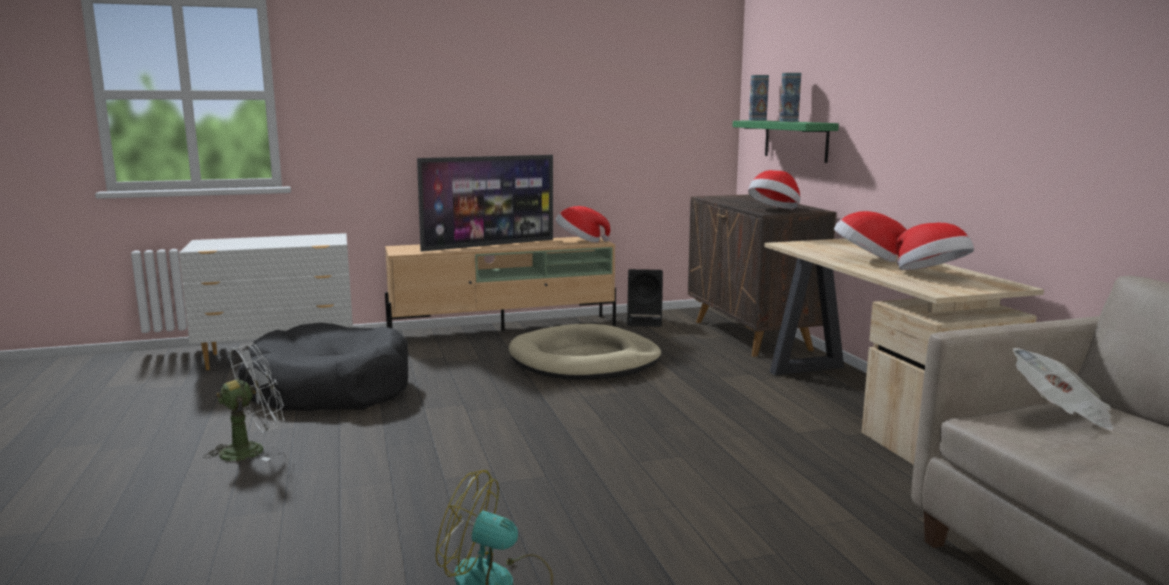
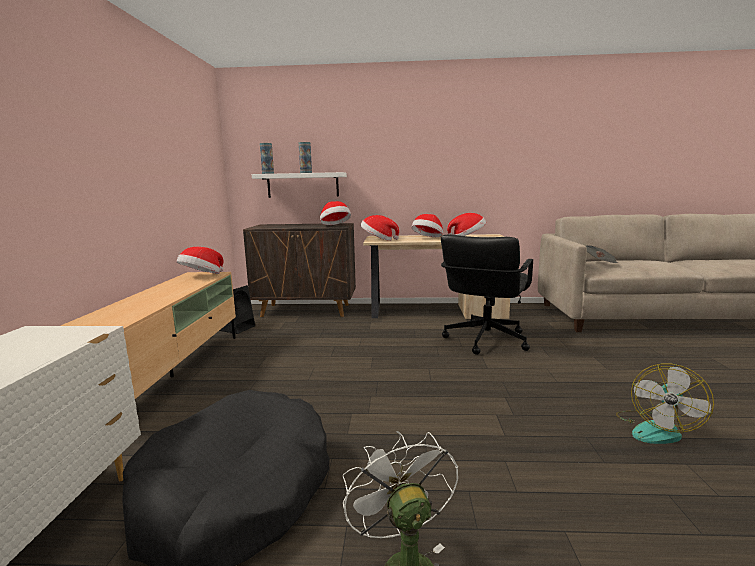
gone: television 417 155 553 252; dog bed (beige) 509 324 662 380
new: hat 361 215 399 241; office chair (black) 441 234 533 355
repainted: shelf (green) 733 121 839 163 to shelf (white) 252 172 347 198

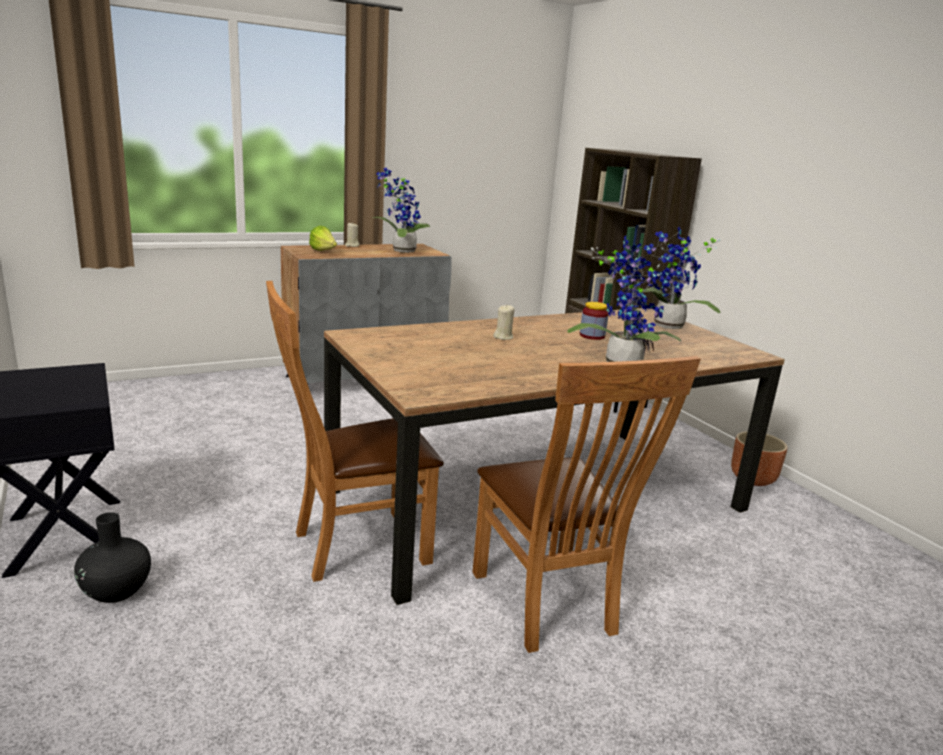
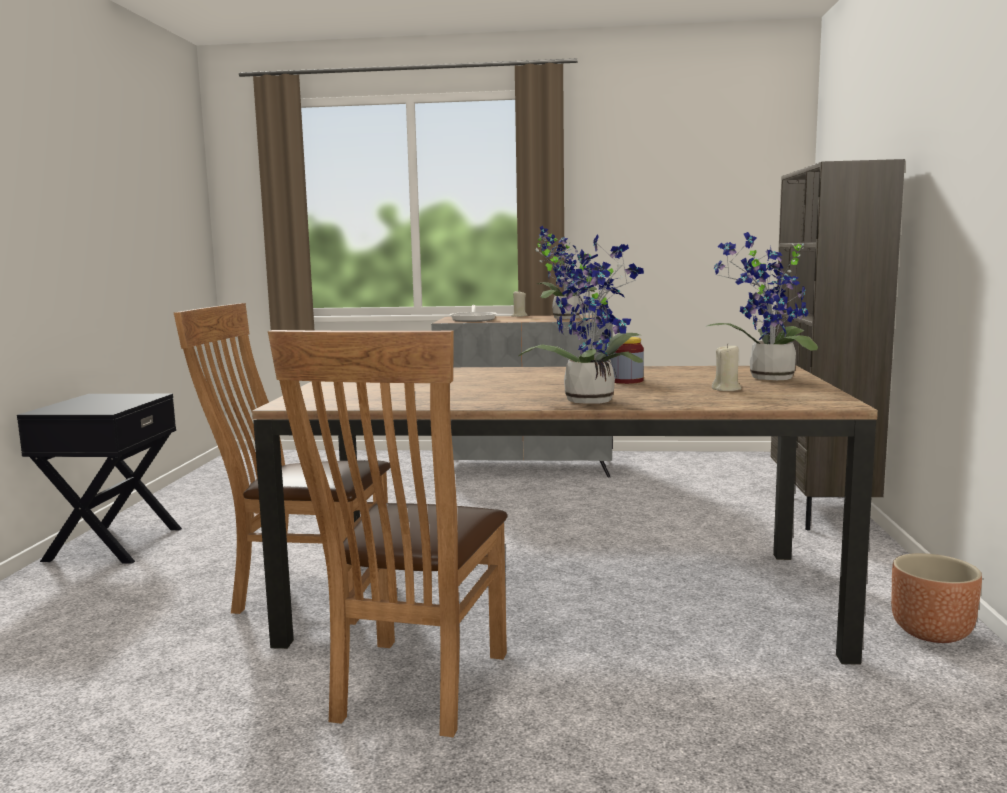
gone: vase (black) 74 512 151 603
shifted: candle (beige) 493 304 514 340 to 712 344 741 391
swapped: lettuce 309 226 337 251 to frying pan 449 305 497 322

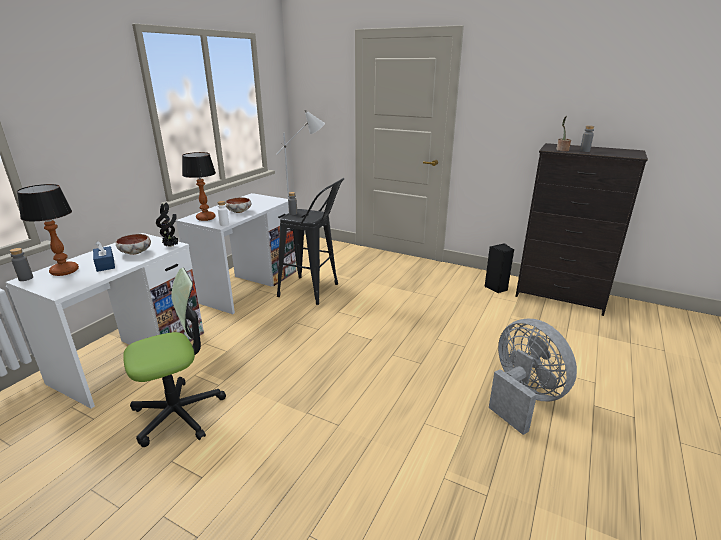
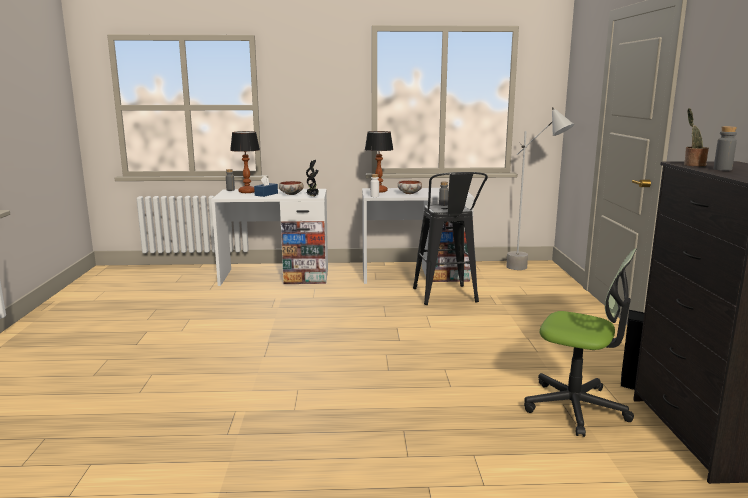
gone: fan (grey) 489 319 577 435
shifted: office chair 123 268 226 447 to 524 248 637 437

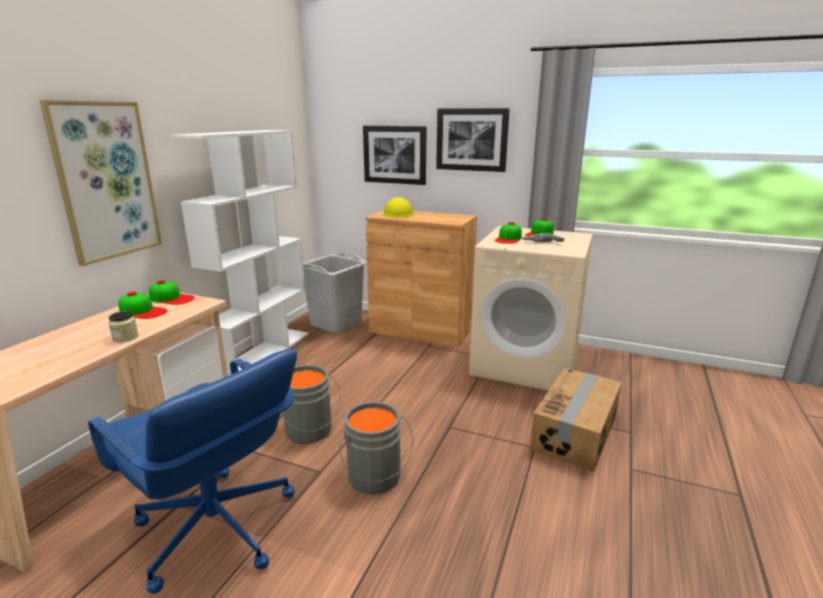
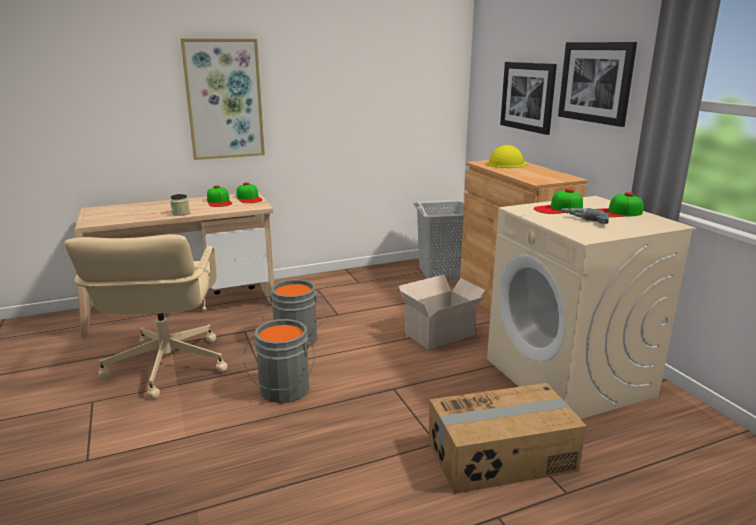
gone: bookcase (white) 170 130 309 376
new: cardboard box 398 274 487 350
repainted: office chair (blue) 88 349 297 594 to office chair (beige) 64 234 227 399

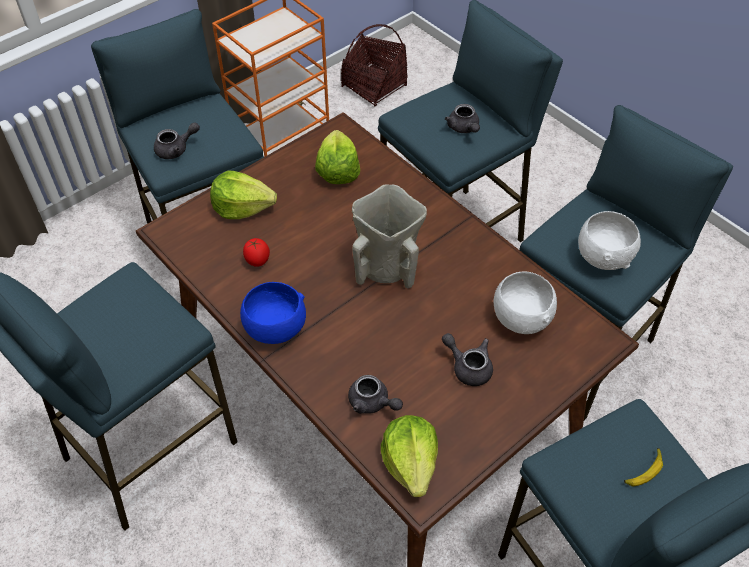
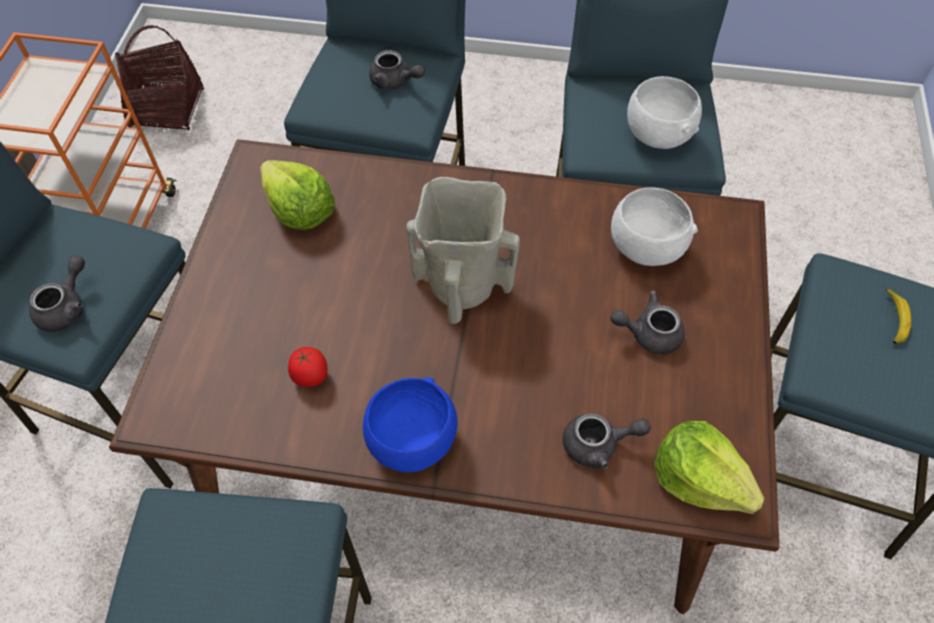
gone: lettuce 210 170 277 219

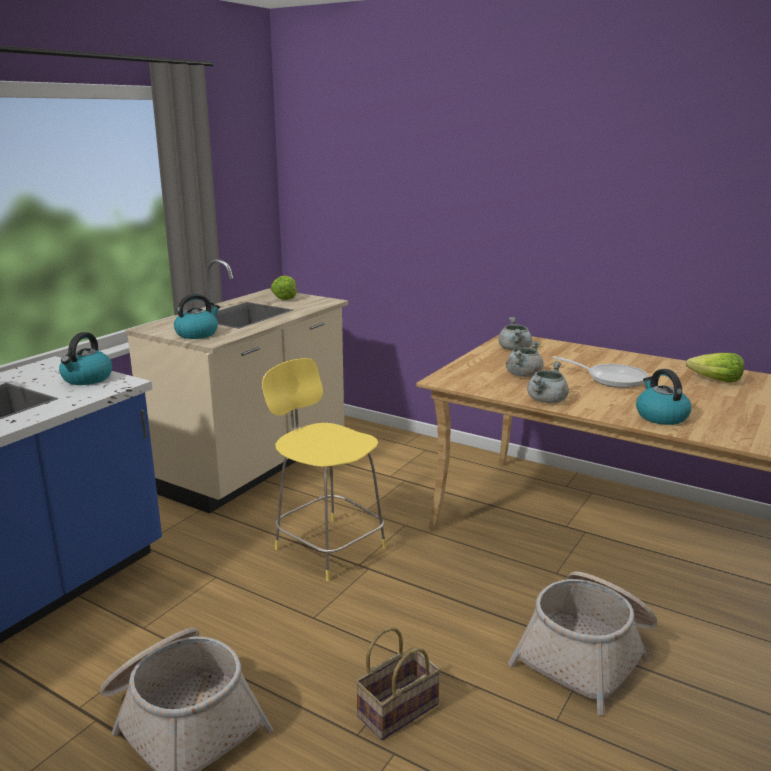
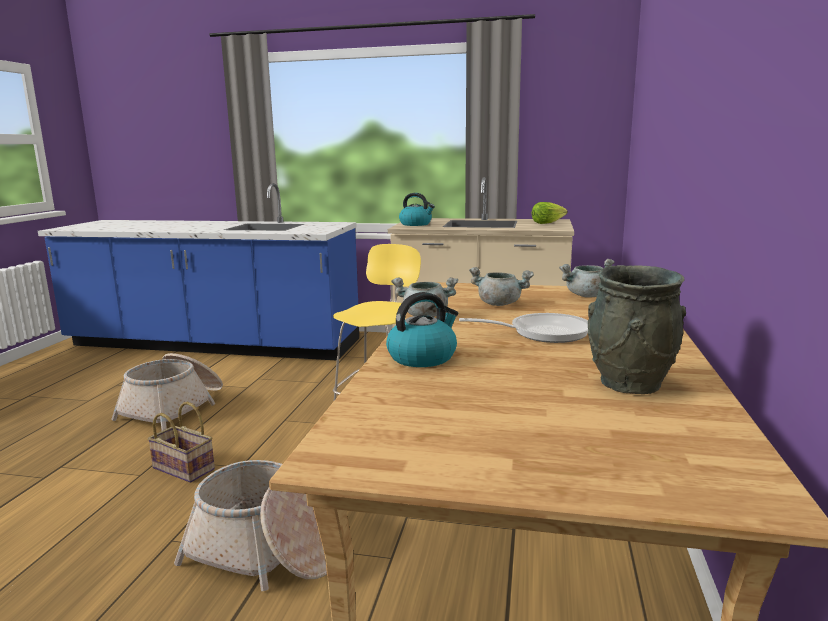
gone: kettle 59 332 112 385
swapped: lettuce 686 353 744 383 to vase (grey) 588 265 686 394
rotated: frying pan 552 356 649 388 = 459 313 588 343 105 degrees counterclockwise

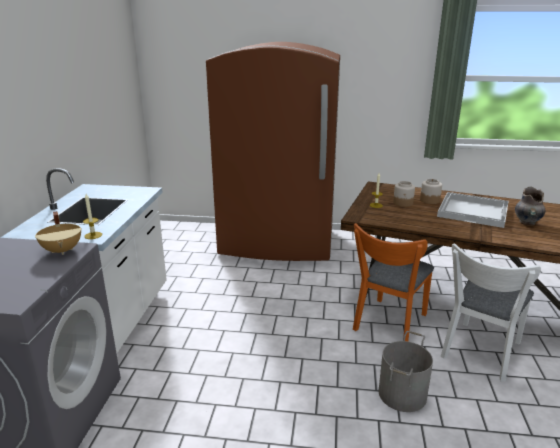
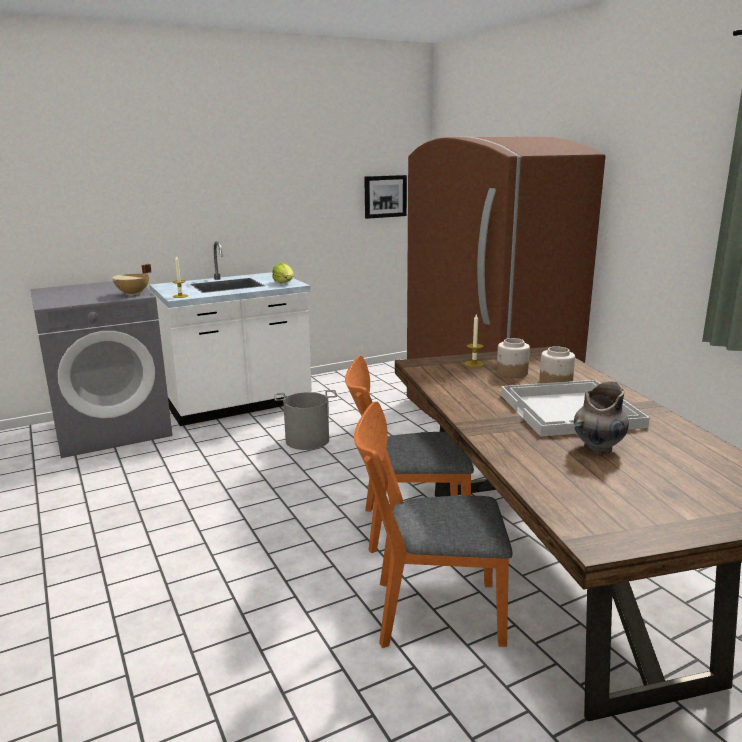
new: lettuce 272 263 294 283; picture 364 175 407 219
shifted: bucket (grey) 378 331 433 412 to 274 390 337 450
repainted: chair (white) 441 243 541 382 to chair (orange) 354 401 512 648

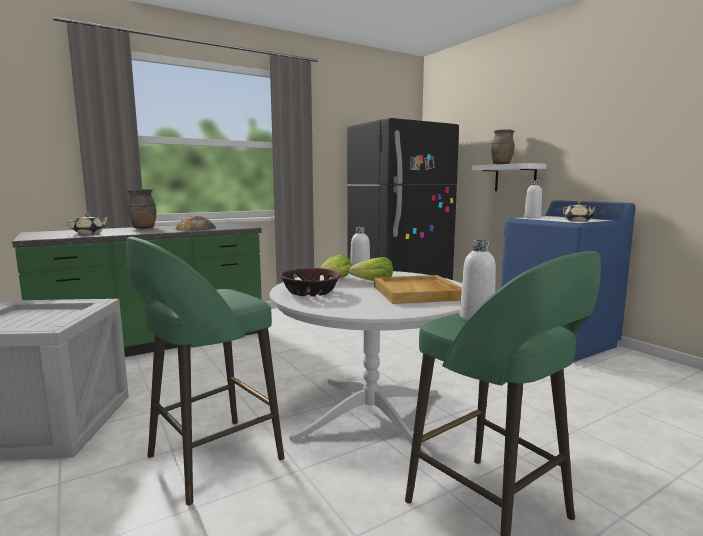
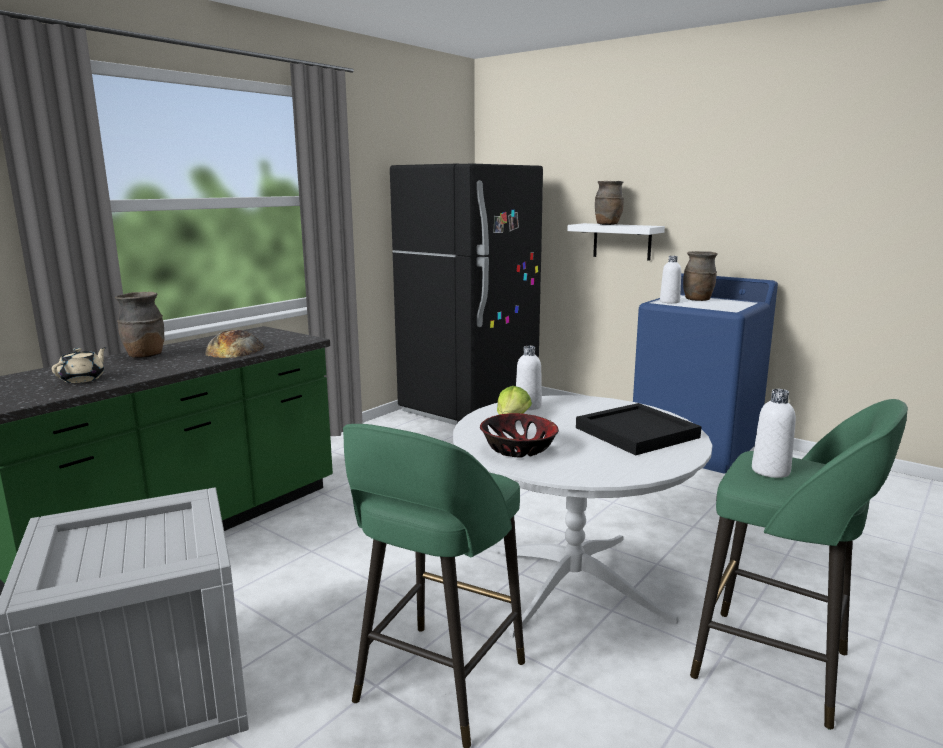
gone: lettuce 349 257 393 281; teapot (beige) 563 201 597 222
new: vase (brown) 683 251 718 301
repainted: tray (beige) 374 275 462 304 to tray (black) 576 403 702 455

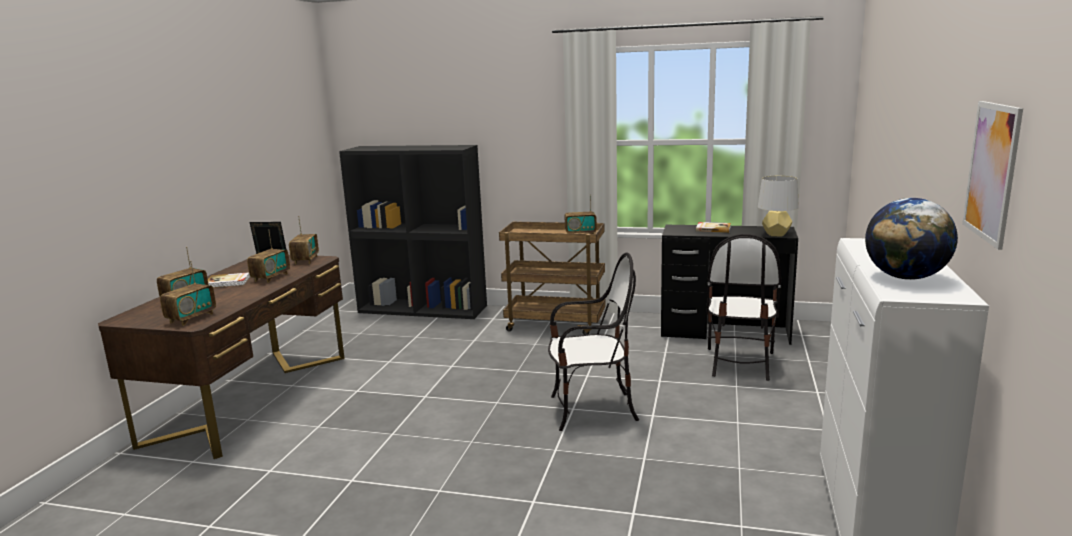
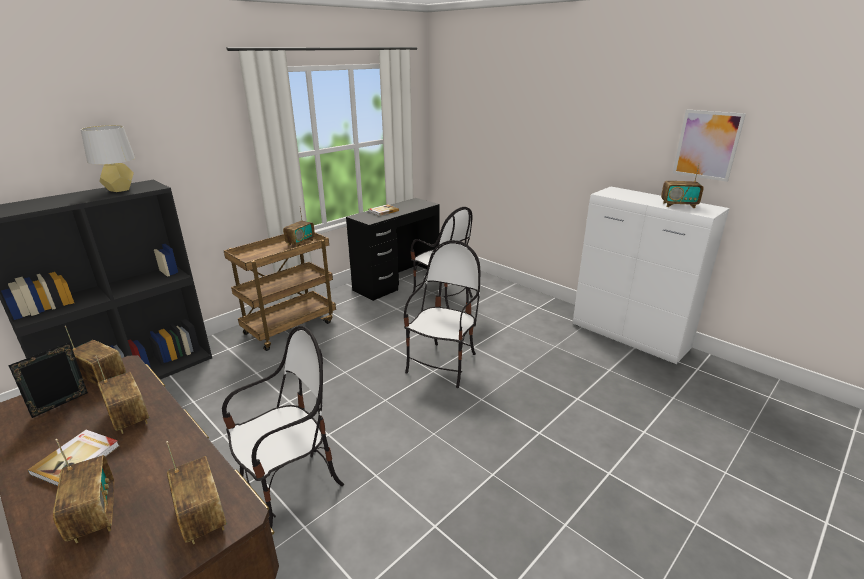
new: chair 222 325 344 528
shifted: table lamp (grey) 758 176 799 236 to 81 125 135 192
swapped: globe 865 198 958 280 to radio 661 163 703 208

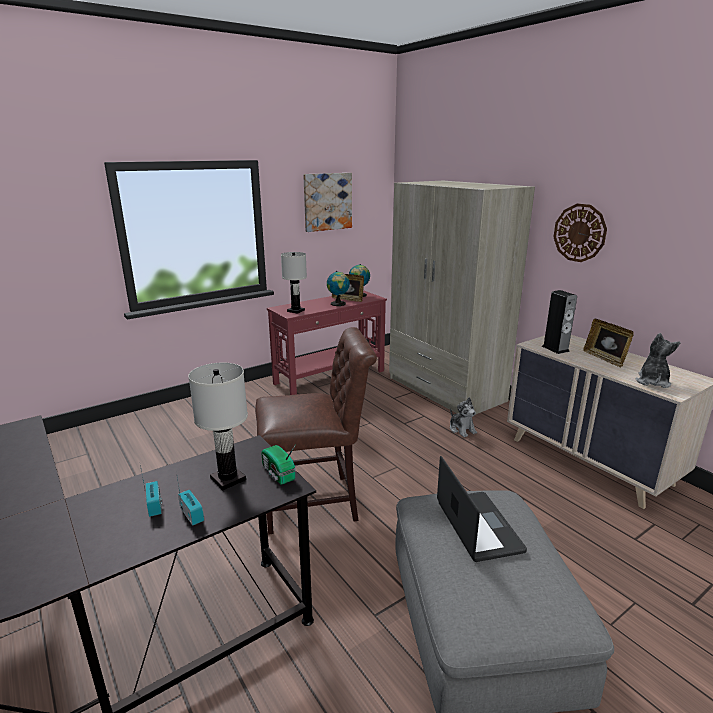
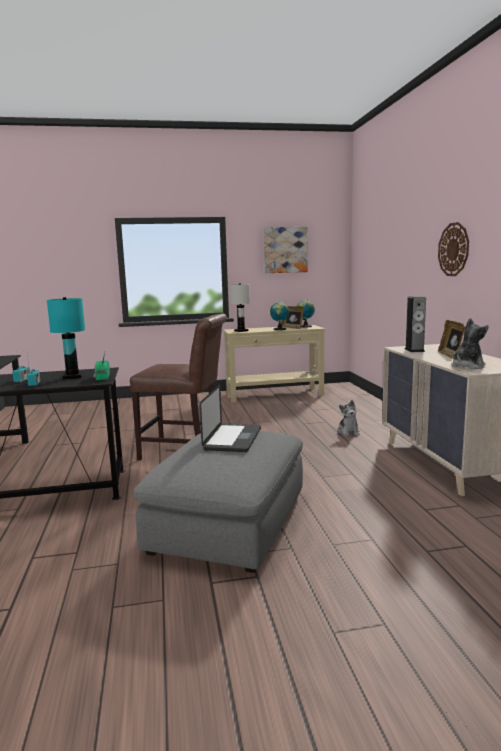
gone: wardrobe (beige) 389 181 535 415
repainted: table lamp (white) 188 363 248 490 to table lamp (turquoise) 47 297 85 379; console table (red) 267 290 387 395 to console table (beige) 223 325 325 403

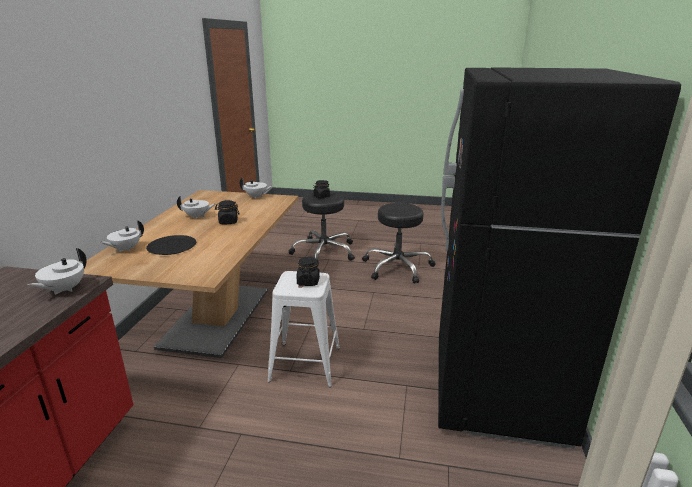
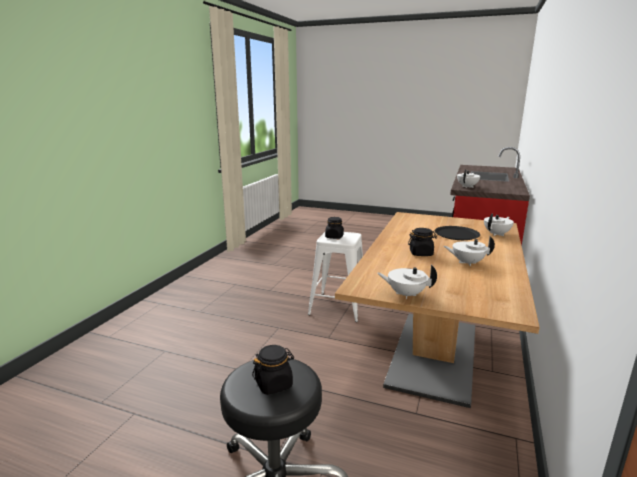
gone: stool (black) 362 203 436 283; fridge (black) 438 67 681 449

